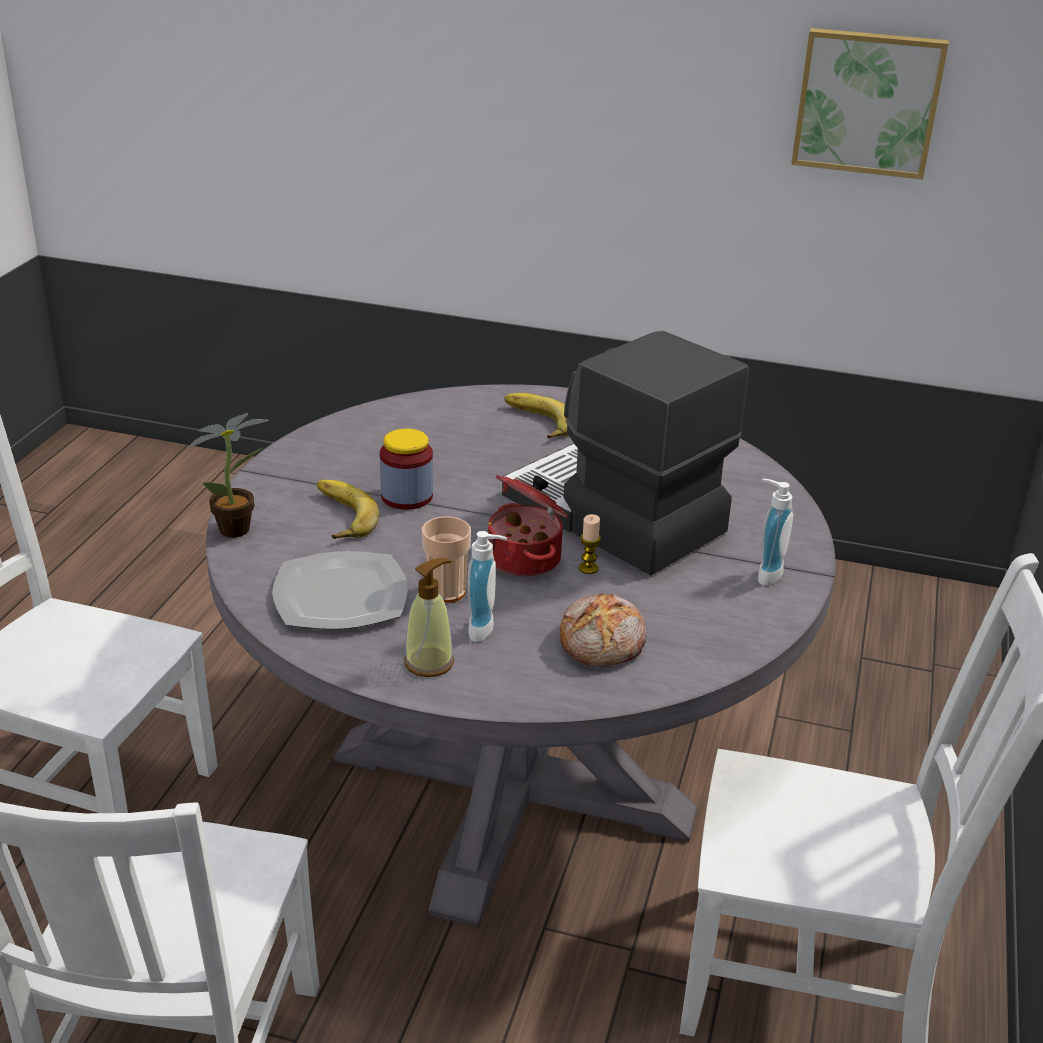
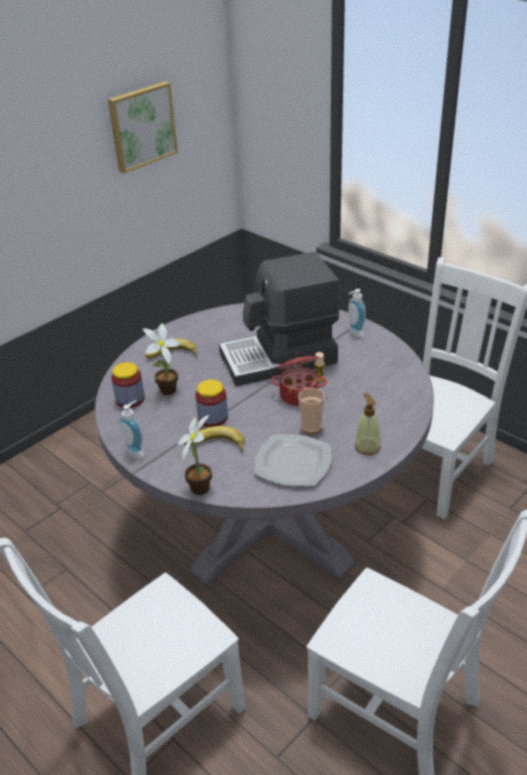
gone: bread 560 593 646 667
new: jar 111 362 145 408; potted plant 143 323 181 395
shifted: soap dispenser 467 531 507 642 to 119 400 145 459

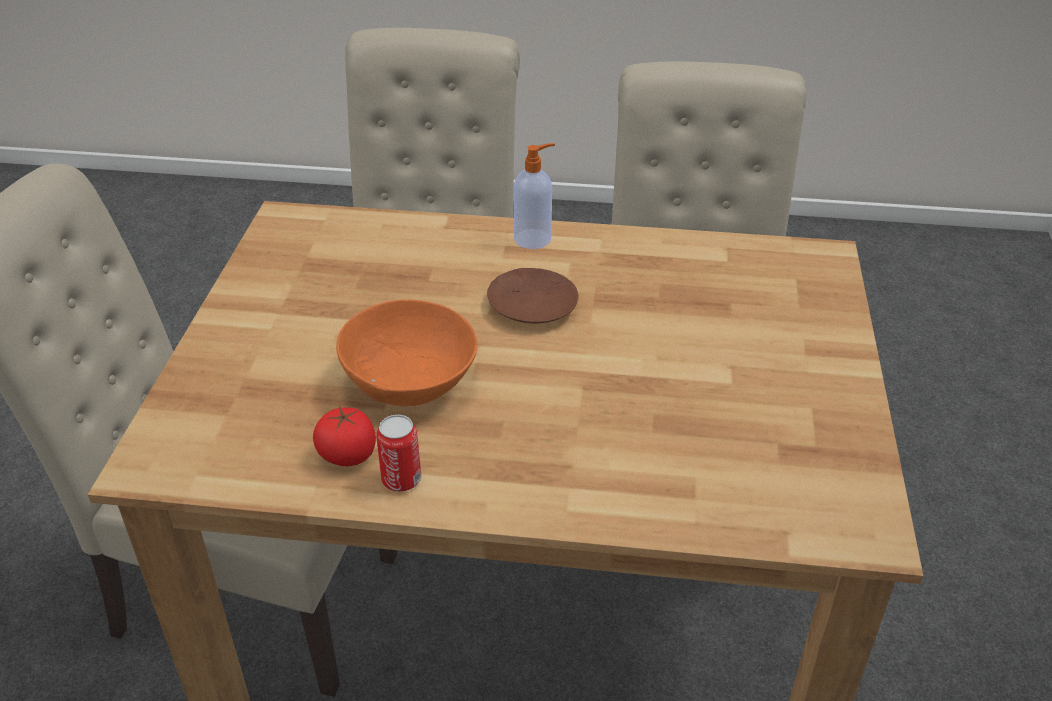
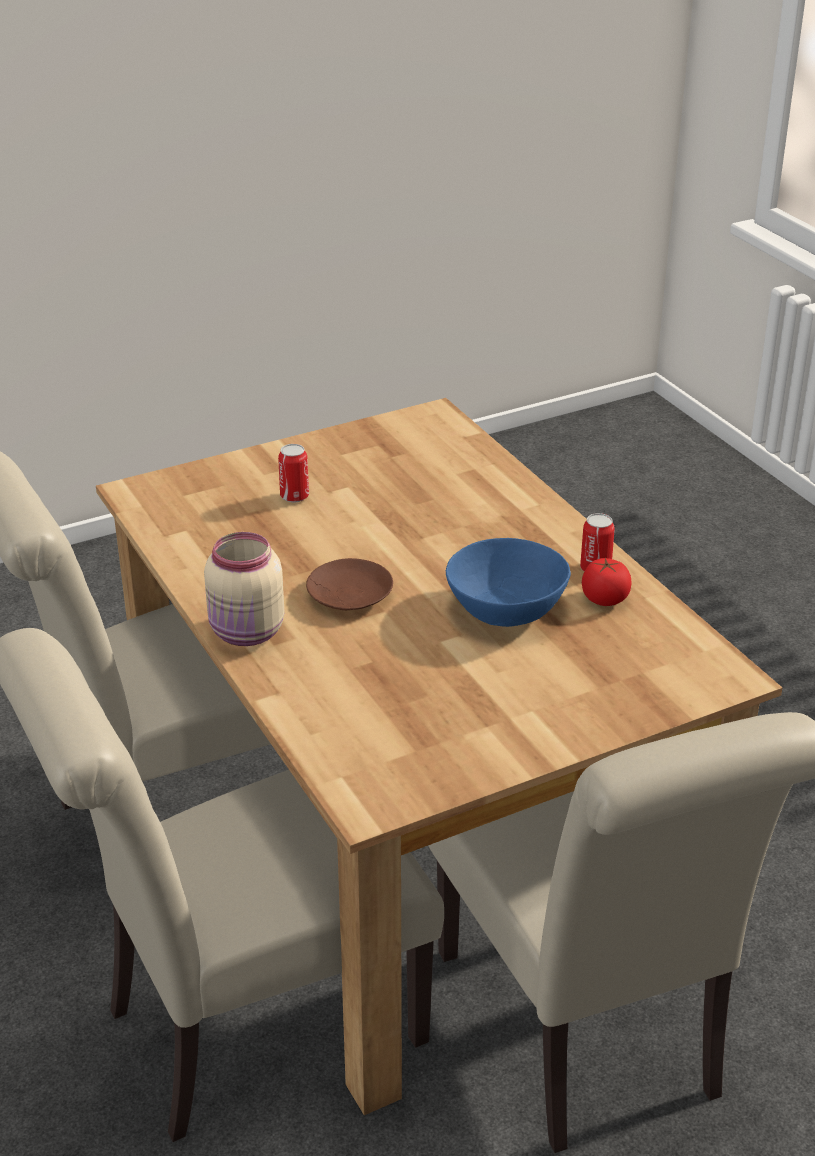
new: can 278 444 309 502
swapped: soap dispenser 514 143 555 249 to jar (beige) 204 532 284 646
repainted: bowl (orange) 336 300 478 406 to bowl (blue) 446 538 571 627

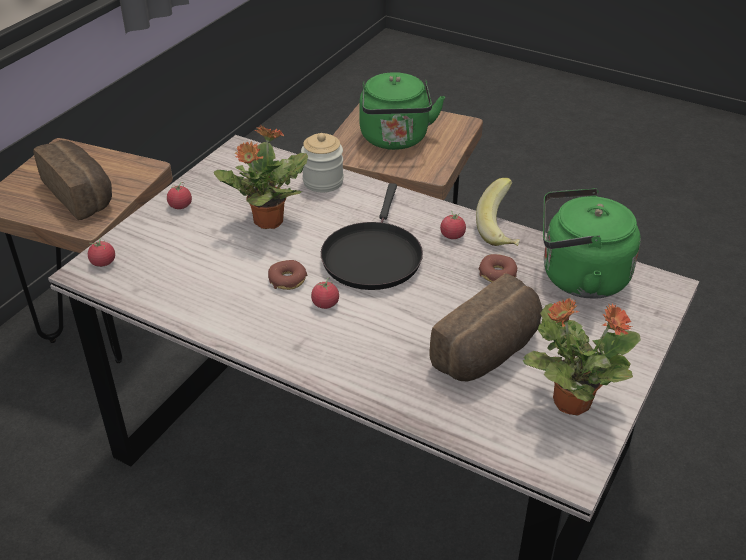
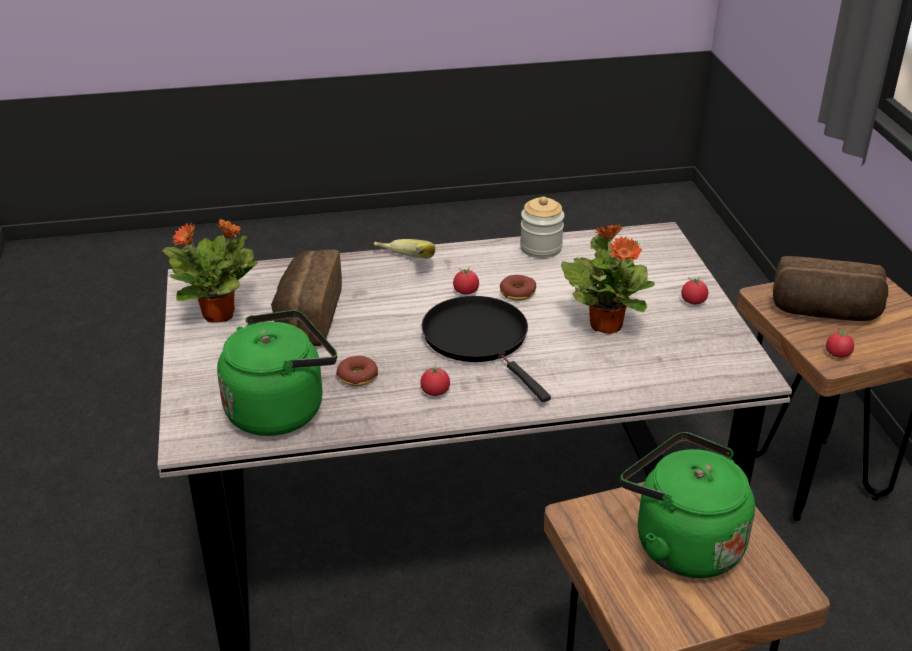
shifted: banana 476 178 520 246 to 373 239 435 259; jar 301 133 344 192 to 520 196 564 258; tomato 88 239 115 267 to 826 328 854 358

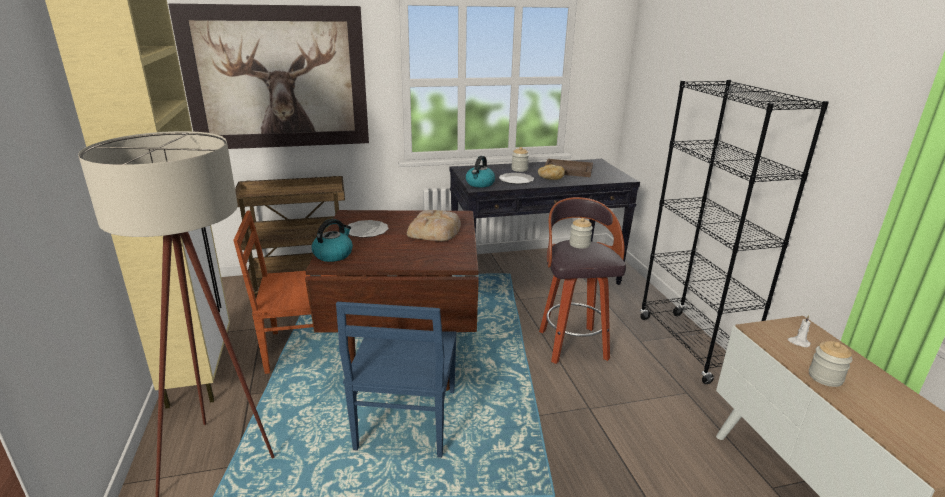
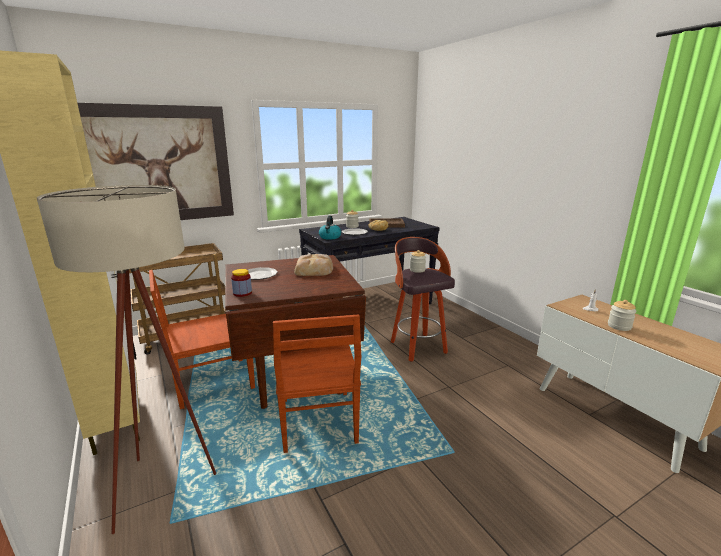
gone: bookcase (black) 640 80 829 384
swapped: kettle 312 219 353 262 to jar 231 269 252 297
repainted: chair (blue) 336 302 457 458 to chair (brown) 273 315 361 453

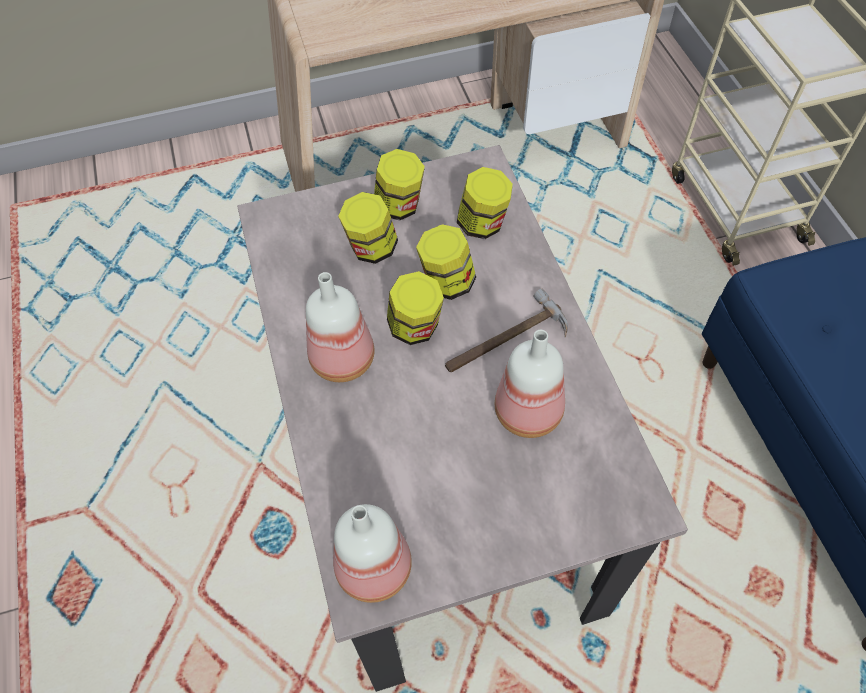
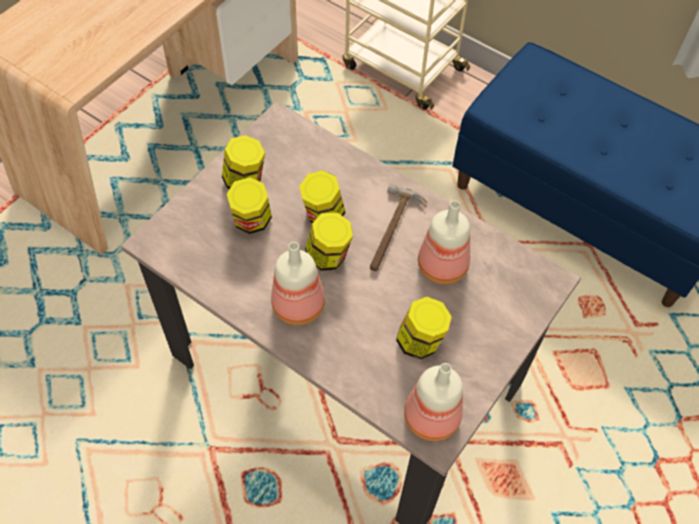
shifted: jar 457 167 513 239 to 396 297 452 360

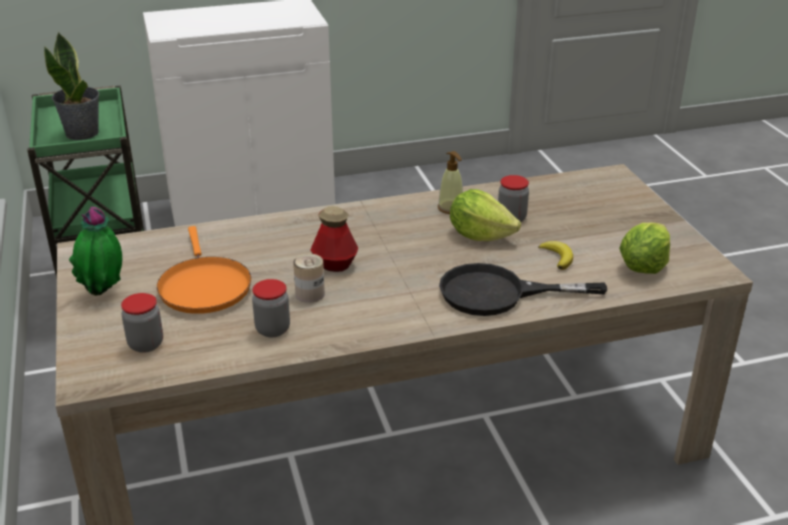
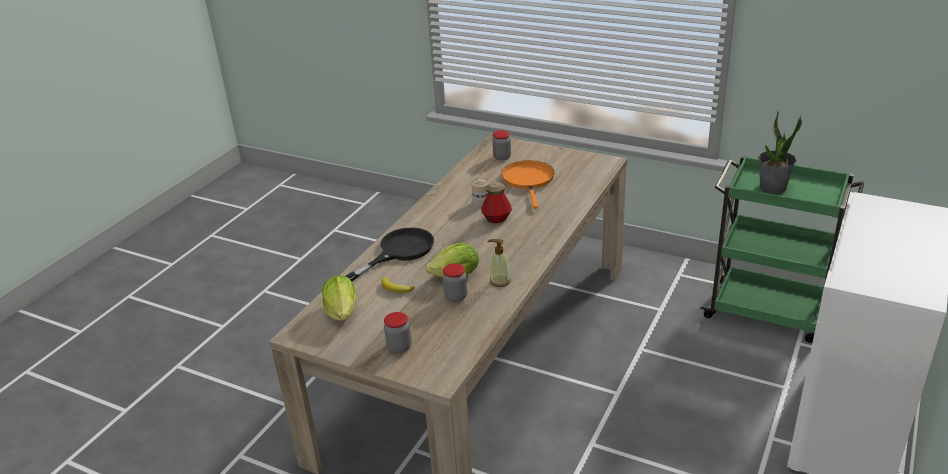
gone: potted plant 69 207 122 296
shifted: jar 252 279 290 337 to 384 312 411 353
rotated: frying pan (orange) 157 226 251 314 = 501 160 555 209 60 degrees clockwise

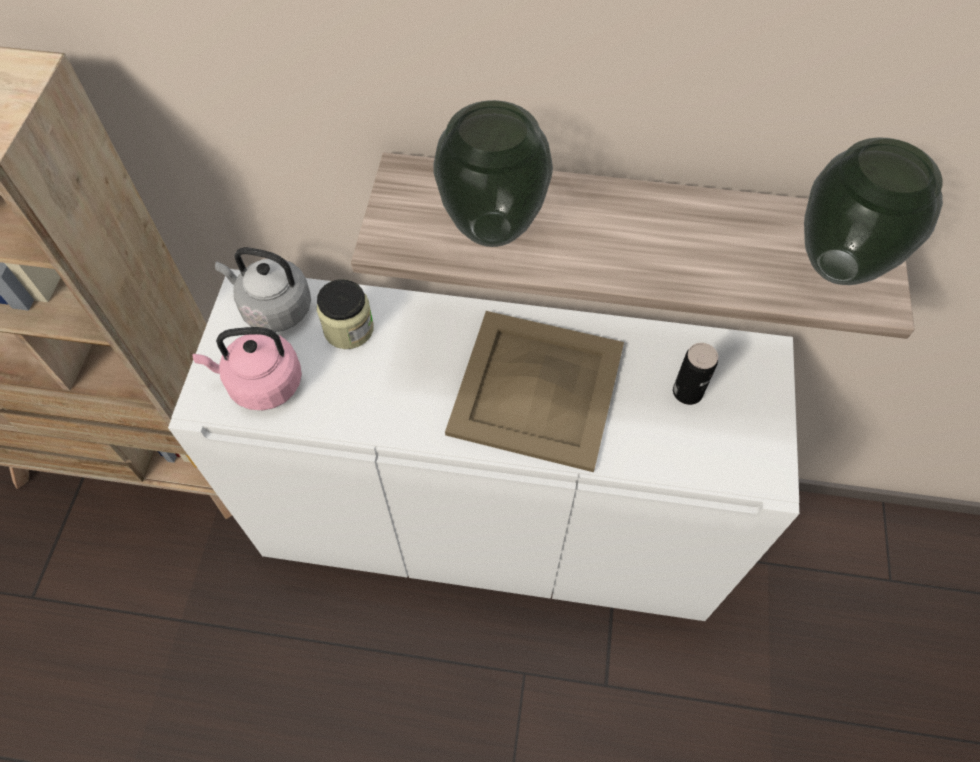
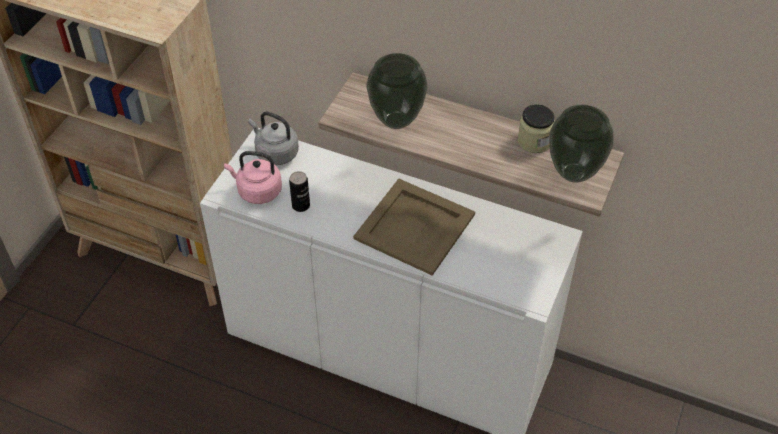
shifted: can 673 343 718 405 to 289 171 310 212; jar 317 279 374 349 to 517 104 555 153

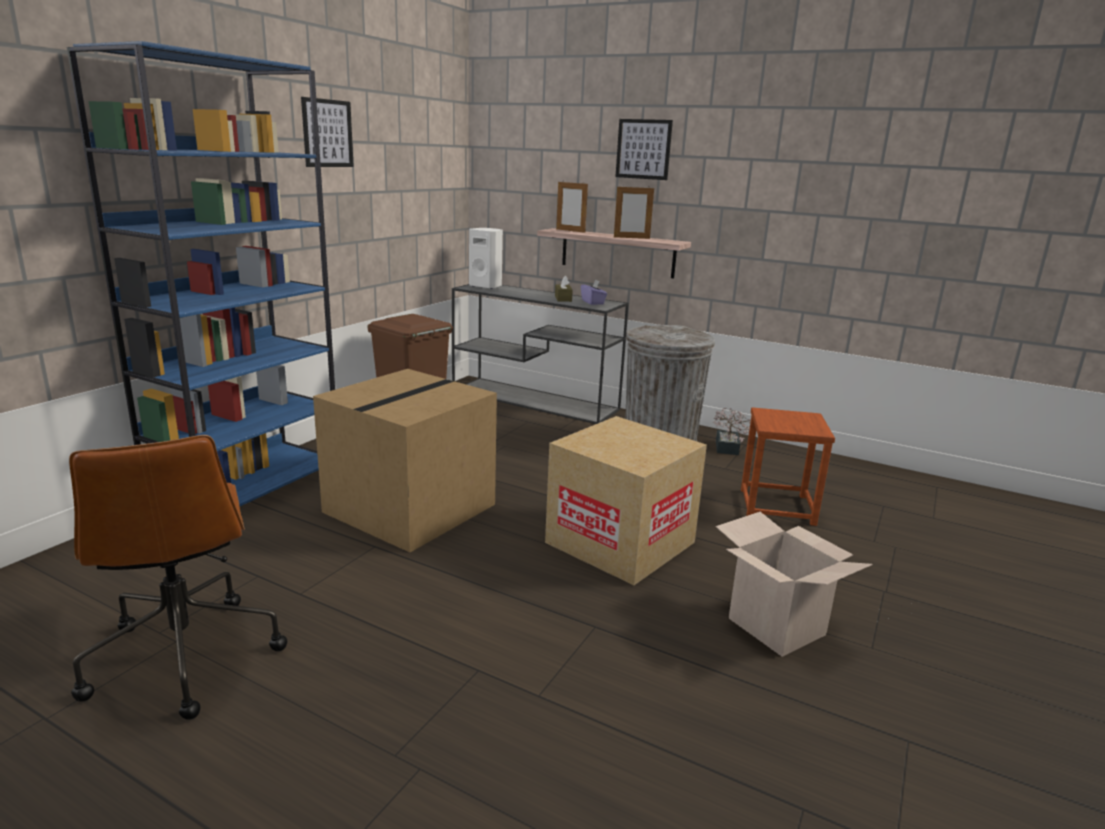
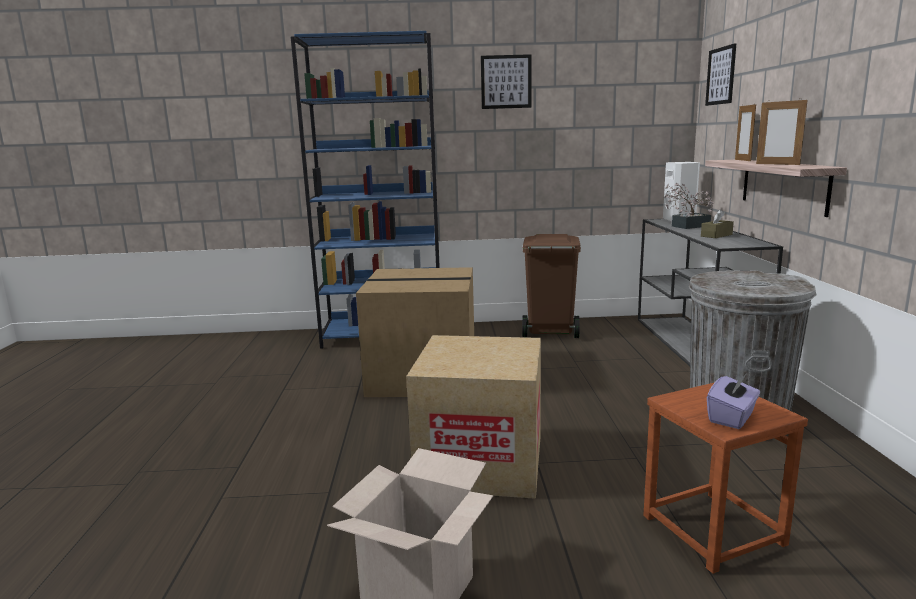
gone: office chair (brown) 69 435 287 720
shifted: potted plant 713 408 751 455 to 664 183 714 229; picture 615 119 673 180 to 705 43 737 106; tissue box (purple) 581 279 607 305 to 707 373 760 429

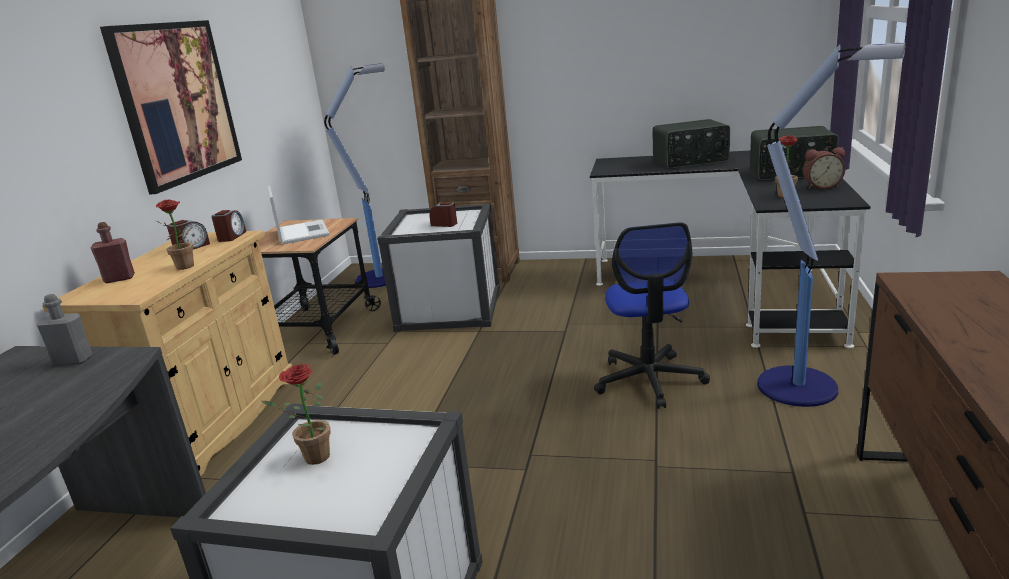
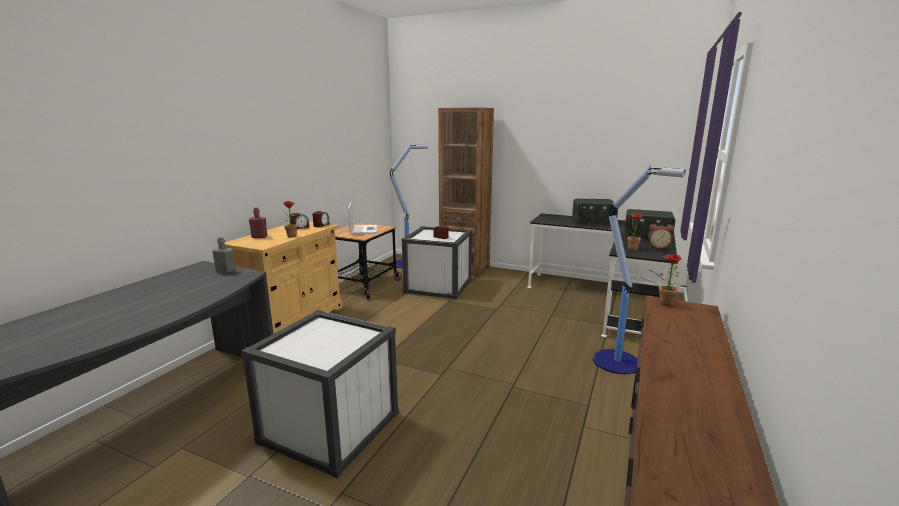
gone: picture 100 20 242 195; office chair 594 222 710 409
shifted: potted plant 262 364 331 465 to 650 254 687 306

